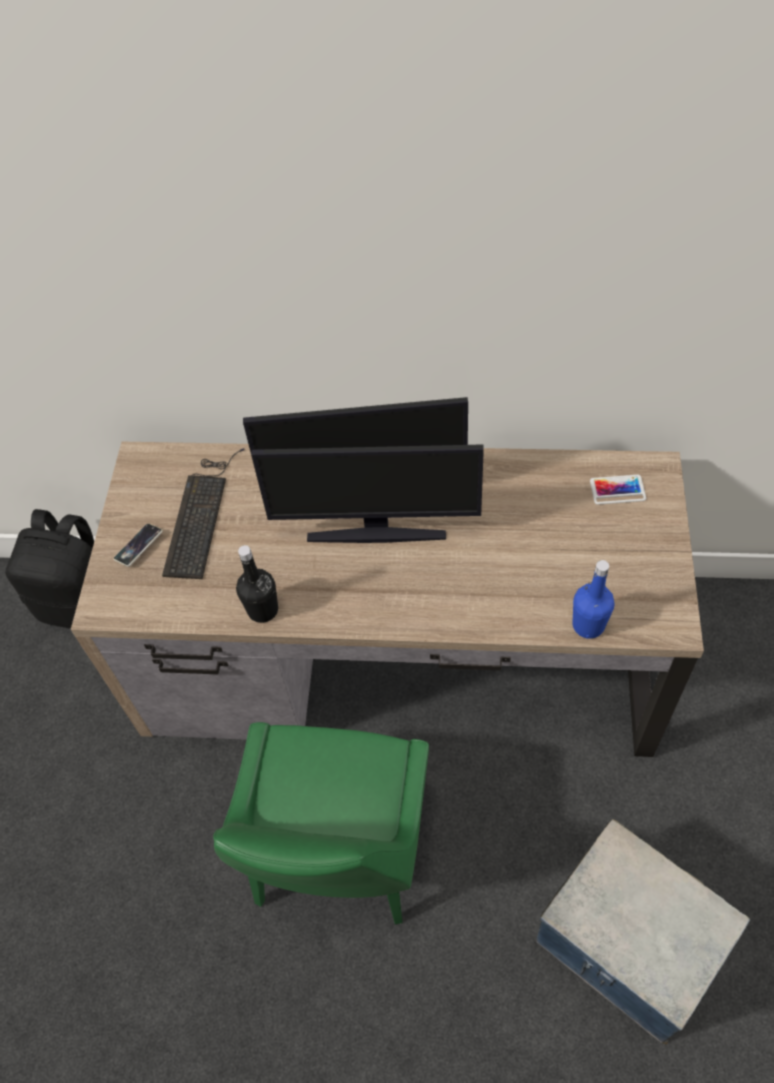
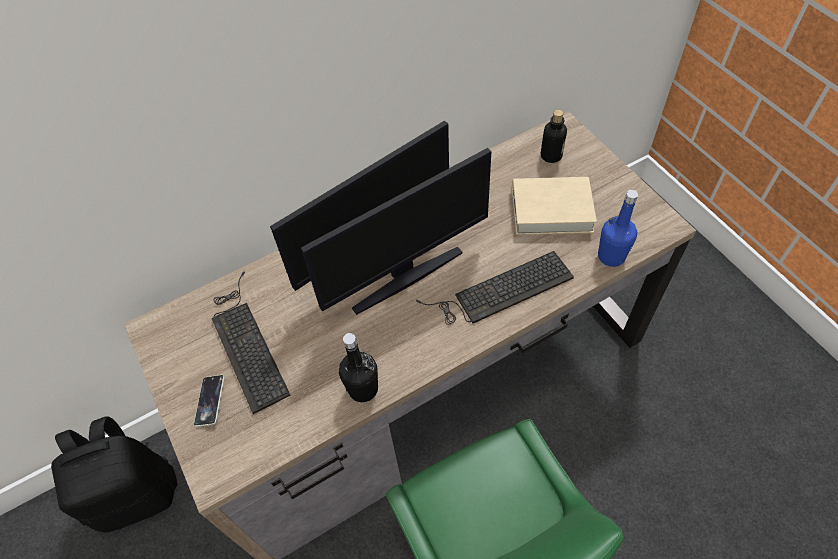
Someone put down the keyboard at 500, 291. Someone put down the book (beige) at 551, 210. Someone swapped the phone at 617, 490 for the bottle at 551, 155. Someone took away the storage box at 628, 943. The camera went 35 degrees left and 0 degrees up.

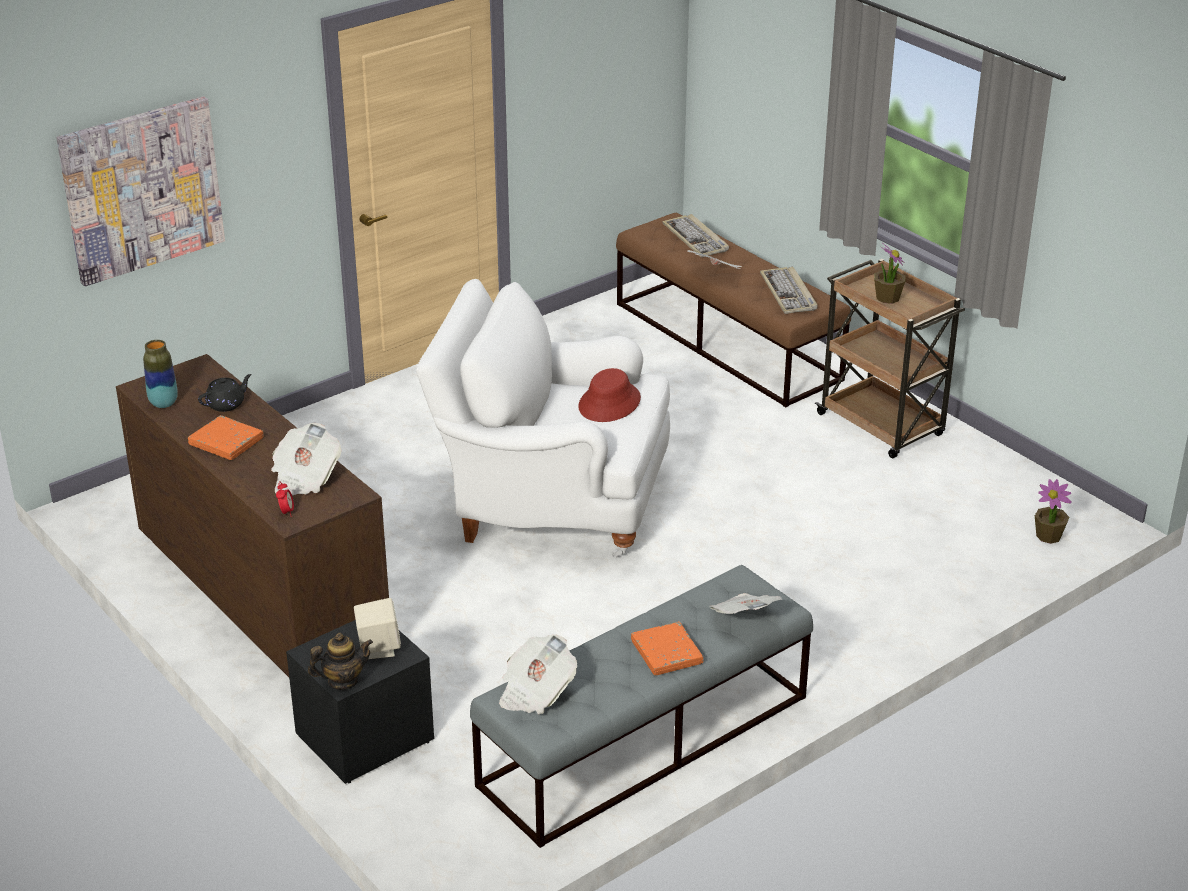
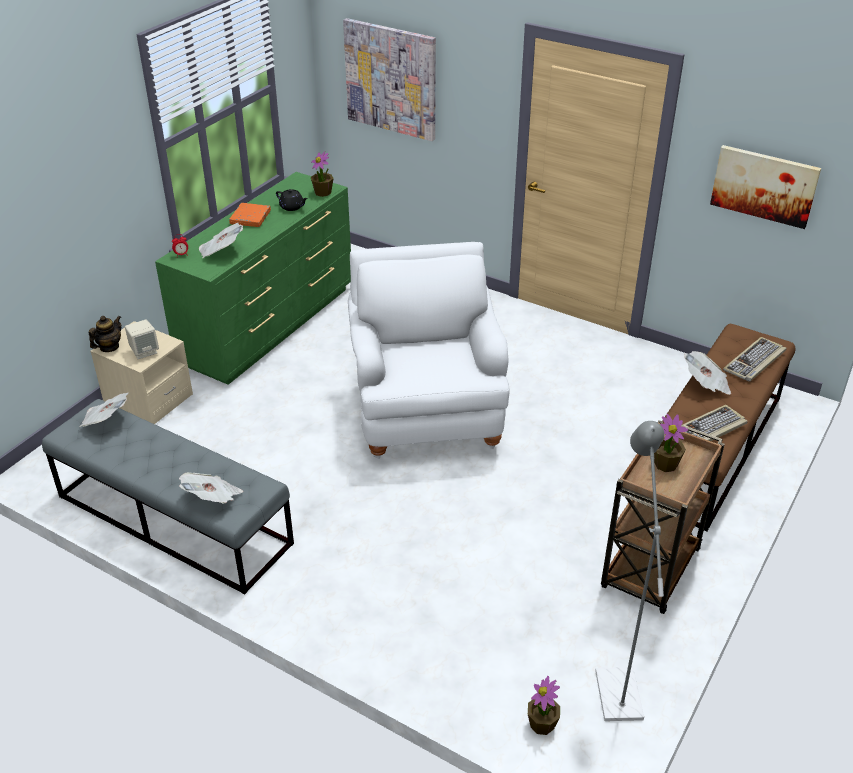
Someone rotated the teapot at 343, 681 by 105 degrees counterclockwise. Someone repainted the nightstand (black) at 364, 737, which became the nightstand (beige) at 148, 400. Someone repainted the dresser (brown) at 262, 595, which became the dresser (green) at 270, 326. Someone put down the potted plant at 323, 192. Someone put down the floor lamp (grey) at 616, 684. Someone put up the picture at 764, 185. Someone took away the vase at 163, 403. Someone took away the hat (red) at 609, 403. Someone took away the book (orange) at 666, 652. The camera went 70 degrees right and 5 degrees up.

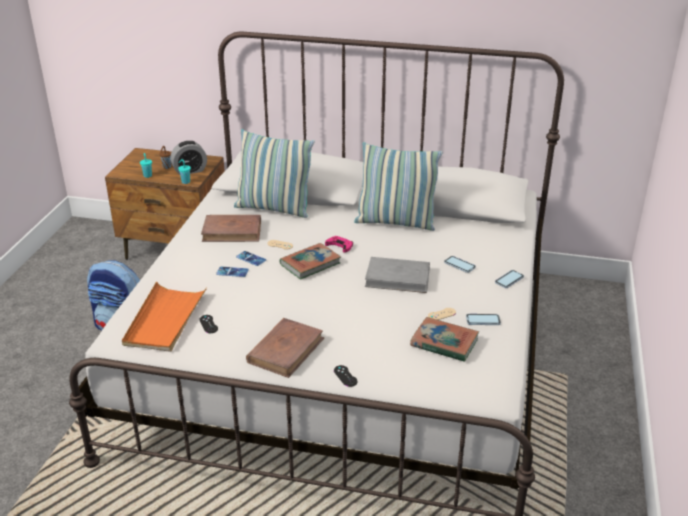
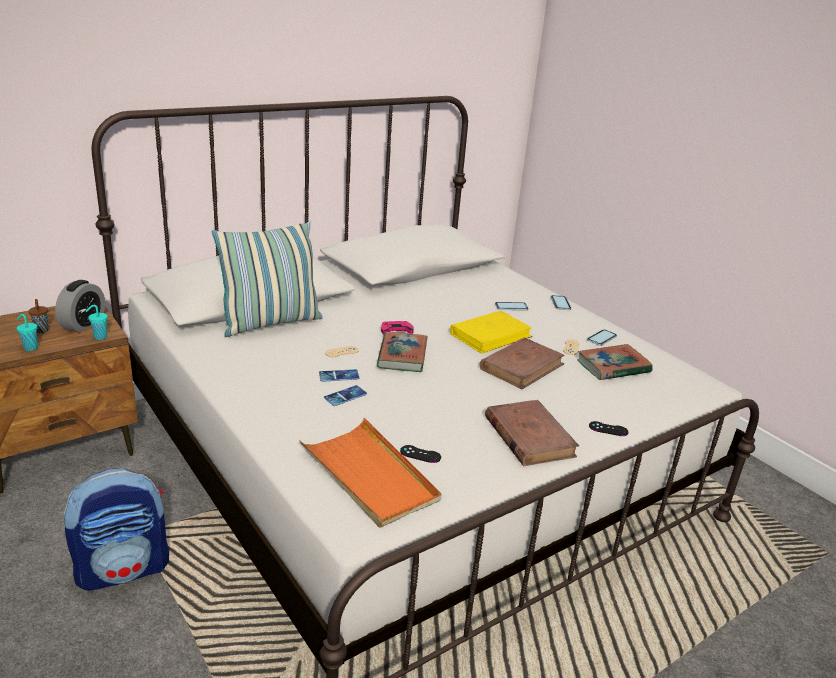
Someone repainted the book (grey) at 398, 278, which became the book (yellow) at 490, 335. Someone carried the book (brown) from 232, 231 to 522, 366. Someone took away the pillow at 395, 222. The camera went 50 degrees left and 5 degrees down.

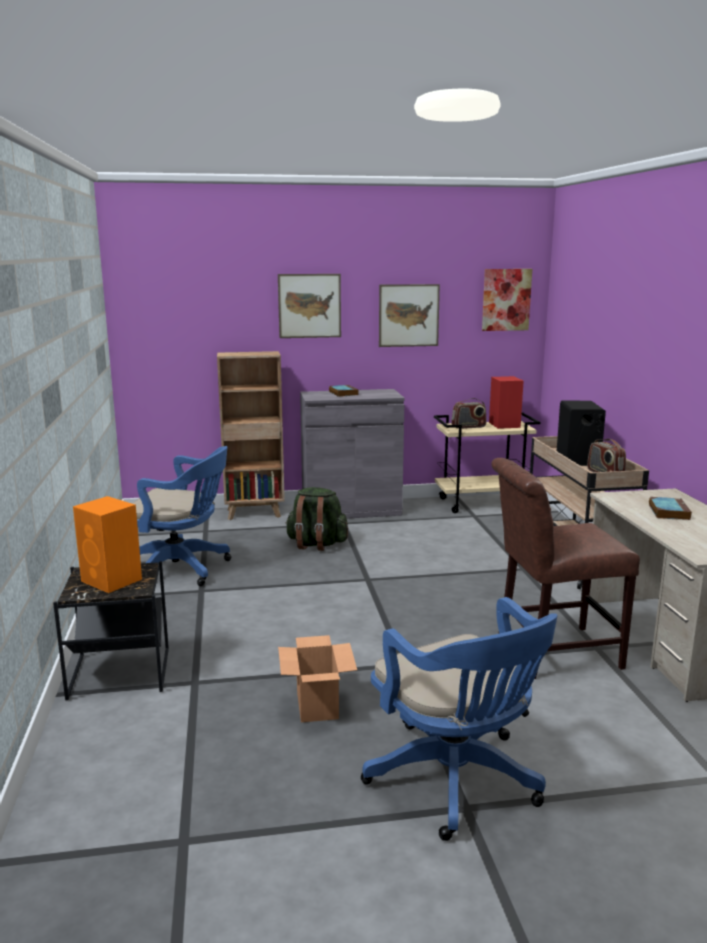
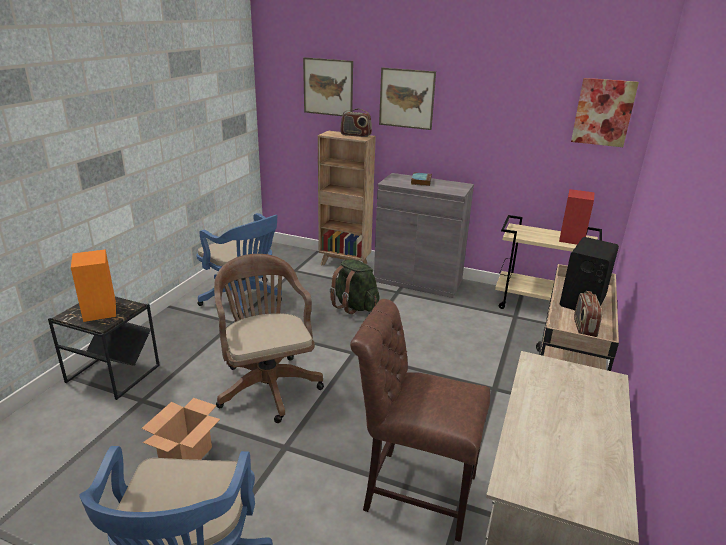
Someone put down the office chair (brown) at 267, 384. Someone carried the picture from 408, 315 to 328, 87. Someone carried the radio from 468, 427 to 355, 135. Someone took away the book at 668, 512. The camera went 30 degrees right and 10 degrees up.

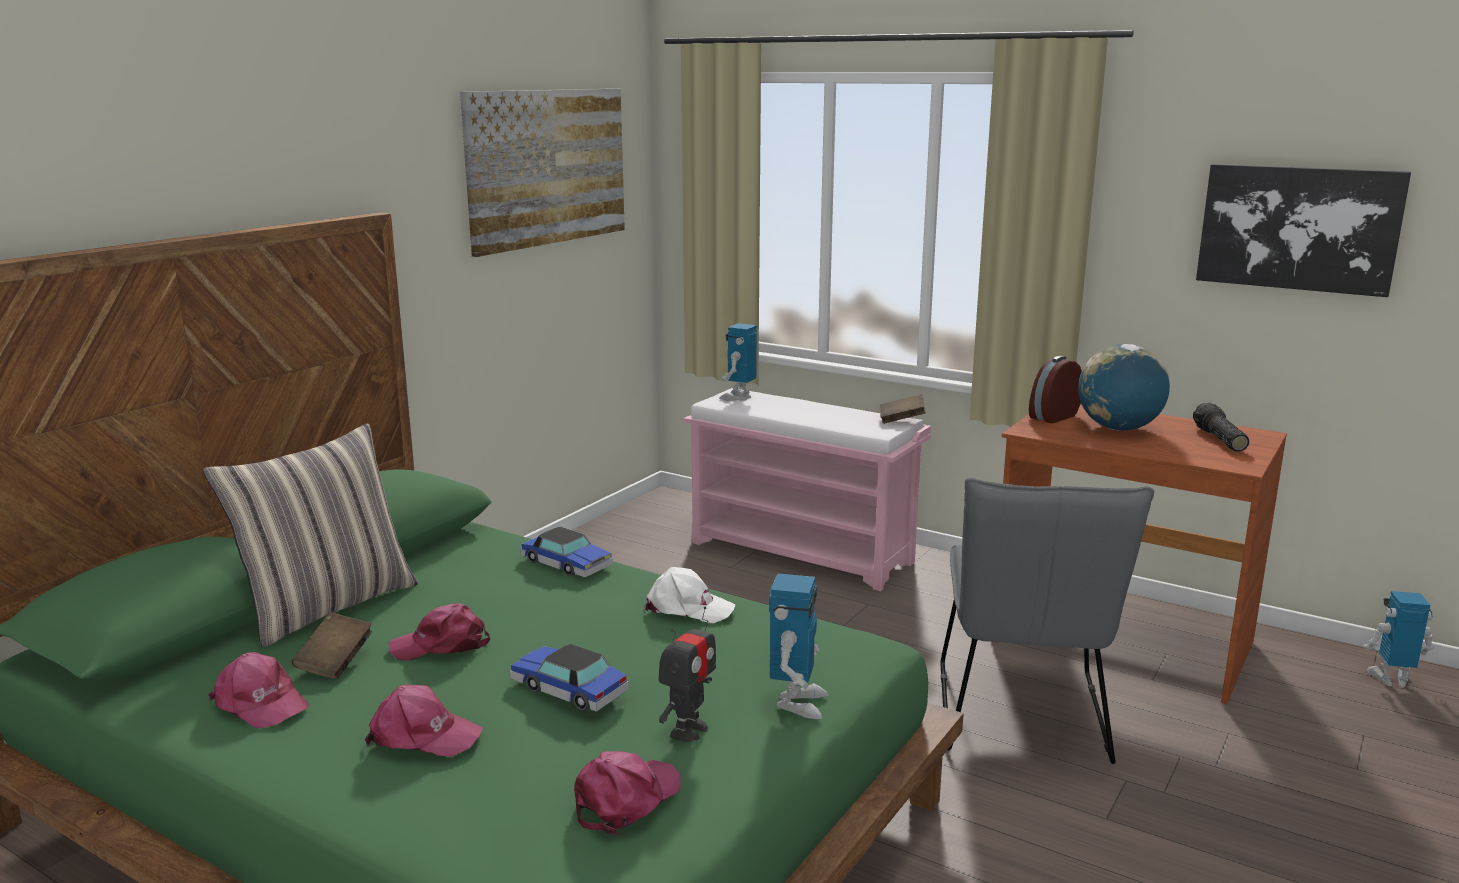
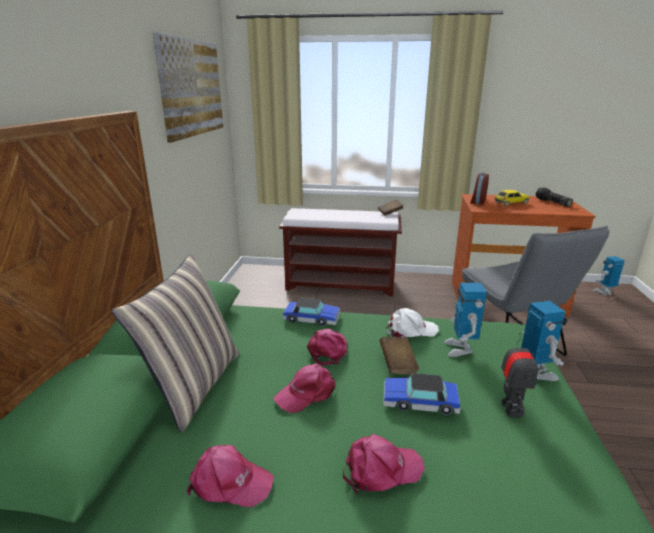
Someone repainted the bench (pink) at 803, 552, which became the bench (brown) at 341, 284. Someone carried the cap (pink) from 626, 800 to 328, 350. Someone carried the book (brown) from 335, 662 to 398, 364. Someone carried the toy robot from 738, 397 to 460, 349. Someone swapped the globe at 1118, 428 for the toy car at 510, 203. Someone took away the picture at 1298, 228. The camera went 25 degrees left and 5 degrees up.

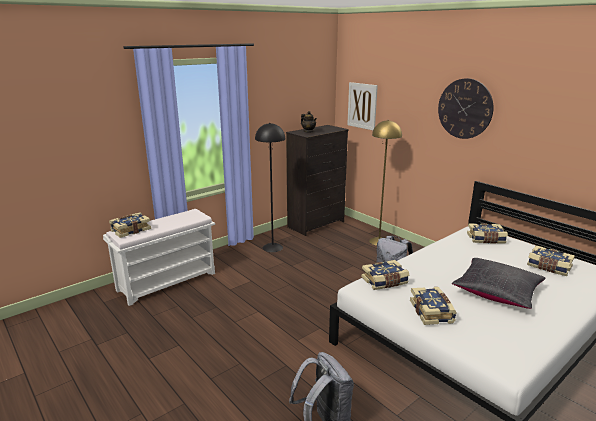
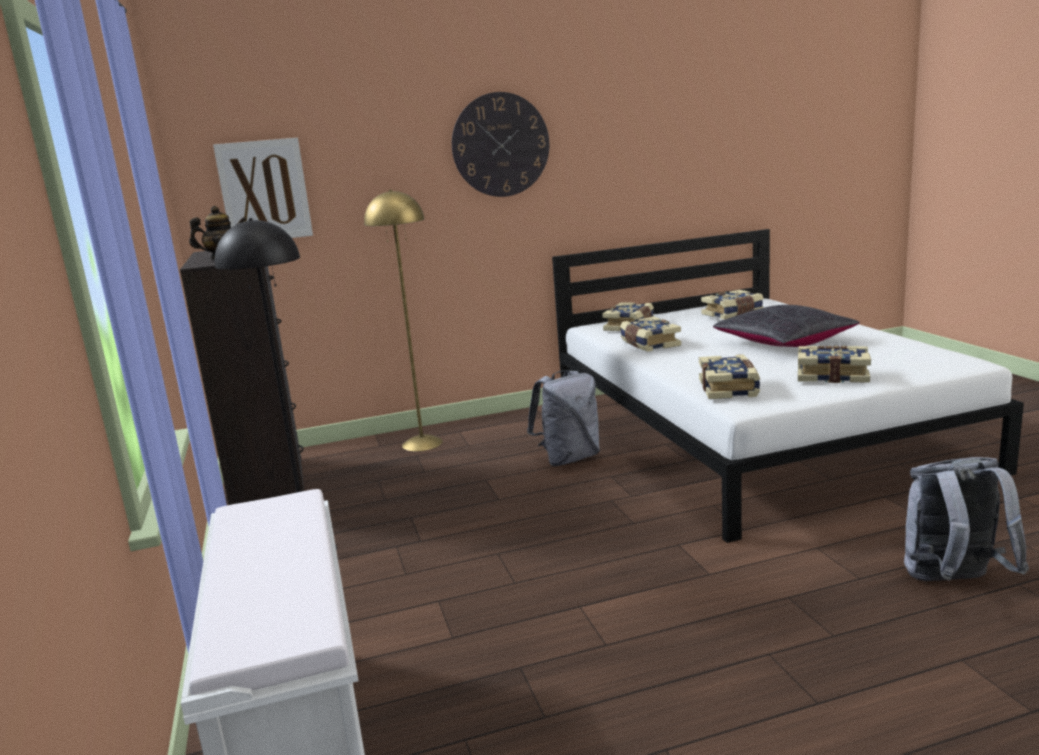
Someone carried the book from 130, 230 to 649, 344. The camera went 65 degrees left and 5 degrees down.

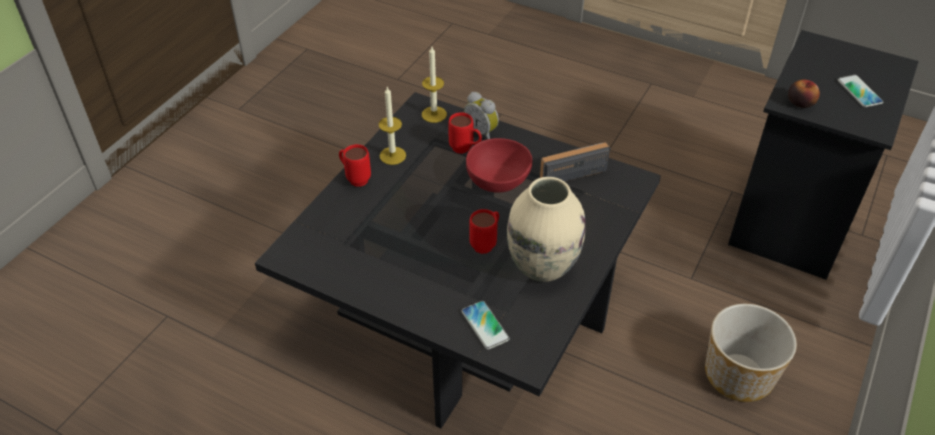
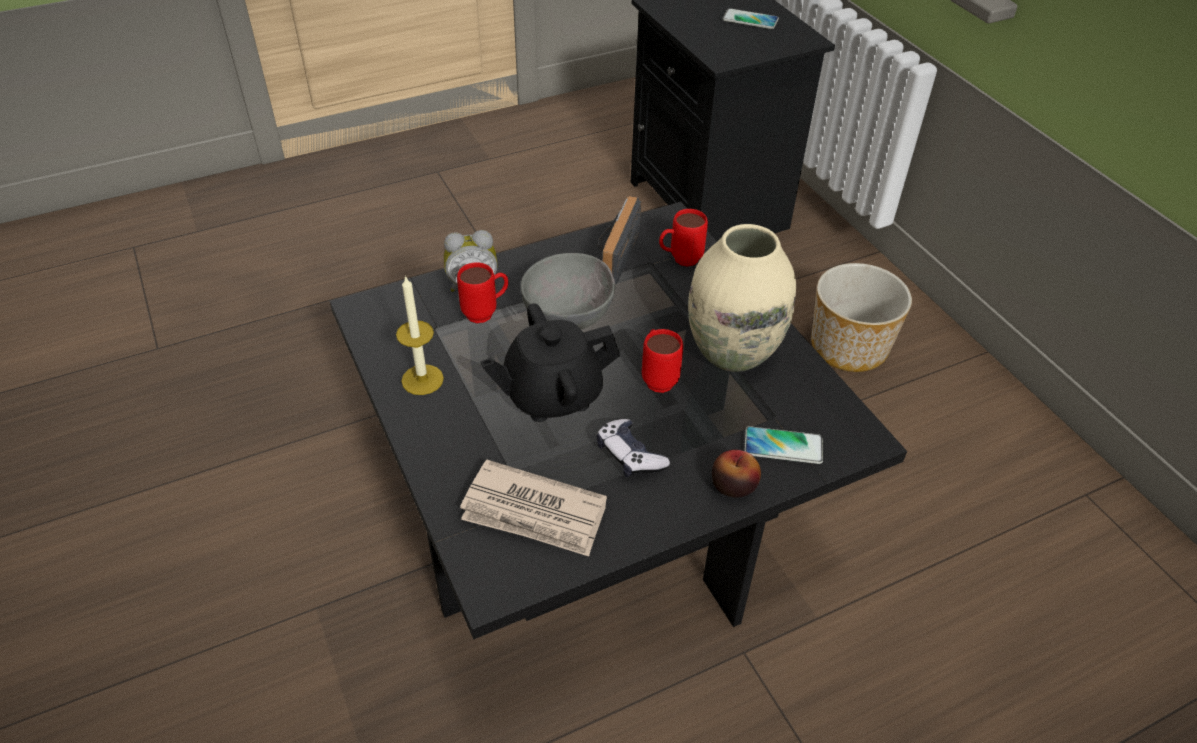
Someone put down the newspaper at 534, 513. Someone put down the teapot (black) at 552, 395. Someone repainted the bowl (red) at 499, 182, which became the bowl (grey) at 571, 315. Someone put down the game controller at 629, 455. Someone carried the mug (red) from 355, 178 to 679, 260. Someone carried the apple from 800, 102 to 733, 485. Someone took away the candle at 434, 114. The camera went 55 degrees left and 0 degrees up.

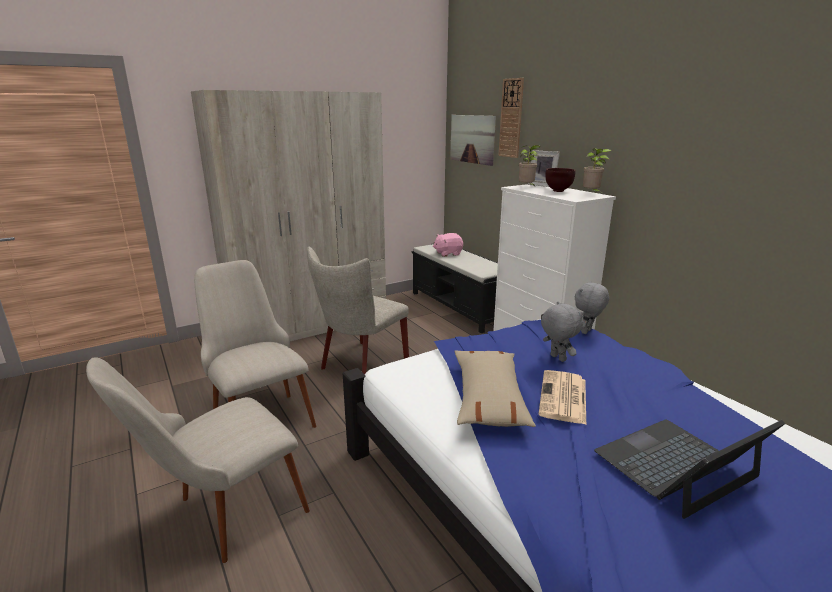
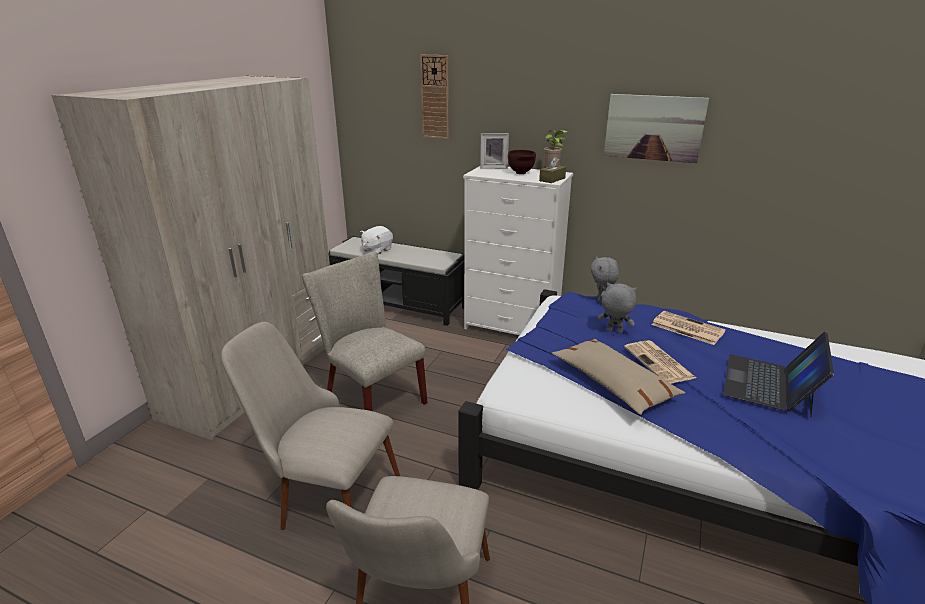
Someone rotated the chair (beige) at 360, 365 by 135 degrees clockwise. Someone repainted the plush toy (pink) at 448, 253, which became the plush toy (white) at 377, 250. Someone put down the tissue box (brown) at 552, 179. Someone carried the picture from 472, 139 to 653, 128. Someone put down the newspaper at 686, 328. Someone took away the potted plant at 527, 187. The camera went 35 degrees left and 5 degrees up.

